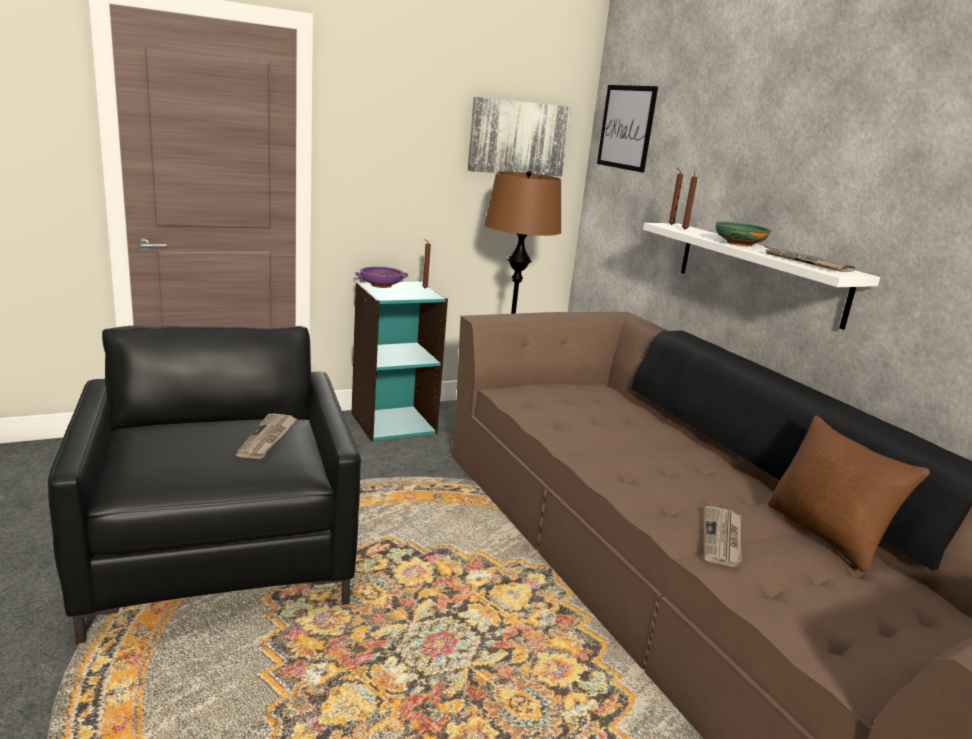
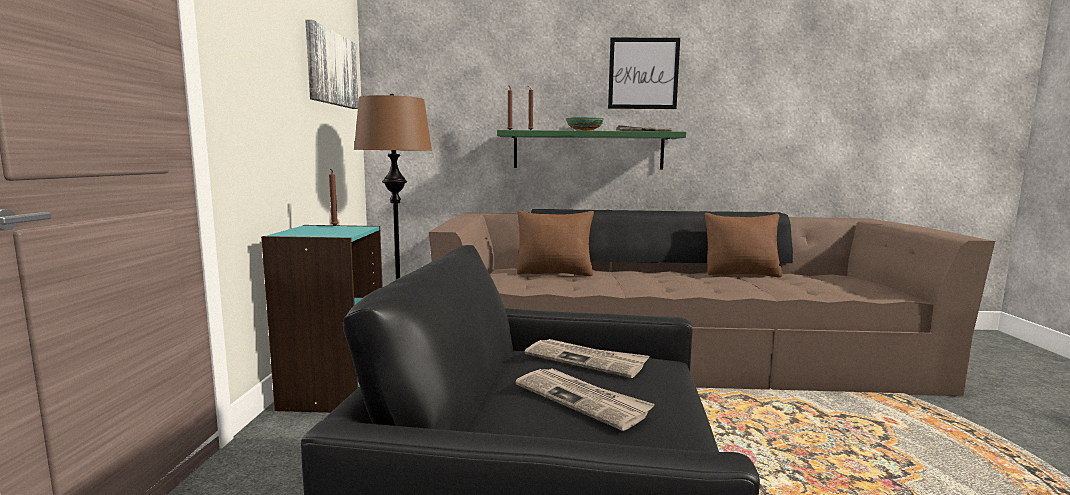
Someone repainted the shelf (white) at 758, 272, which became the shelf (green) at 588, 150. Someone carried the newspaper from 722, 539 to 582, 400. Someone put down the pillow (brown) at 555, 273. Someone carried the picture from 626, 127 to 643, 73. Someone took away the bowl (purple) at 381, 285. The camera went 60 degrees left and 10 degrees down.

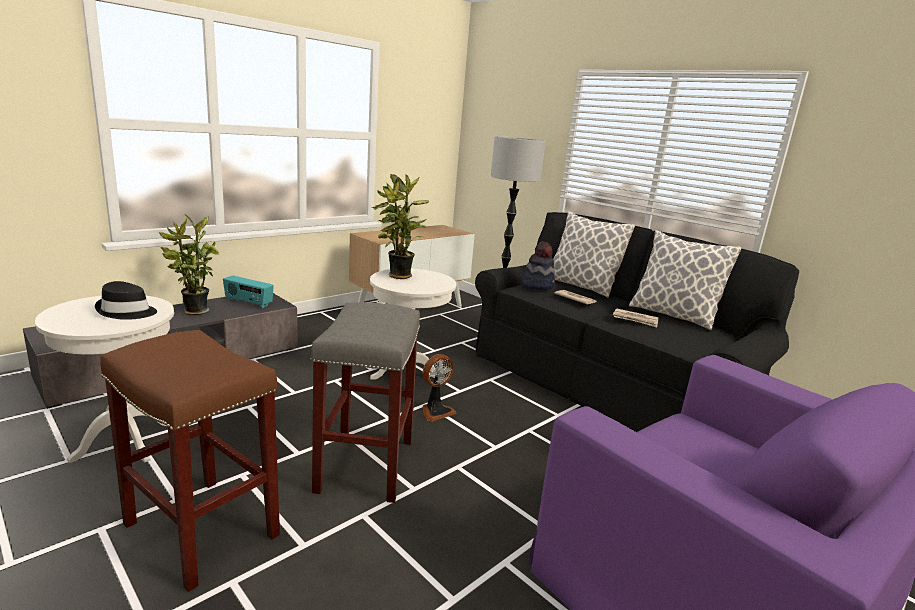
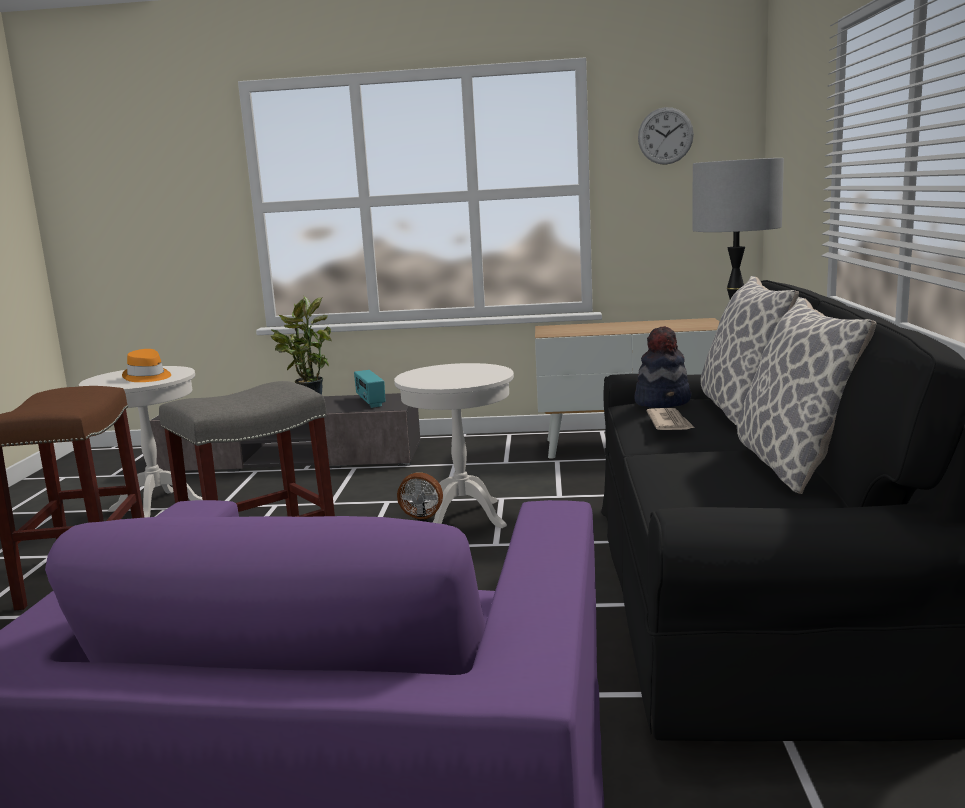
Someone repainted the hat (black) at 126, 312, which became the hat (orange) at 147, 377. Someone put up the wall clock at 665, 136. Someone took away the potted plant at 398, 276. Someone took away the newspaper at 635, 319. The camera went 50 degrees right and 5 degrees down.

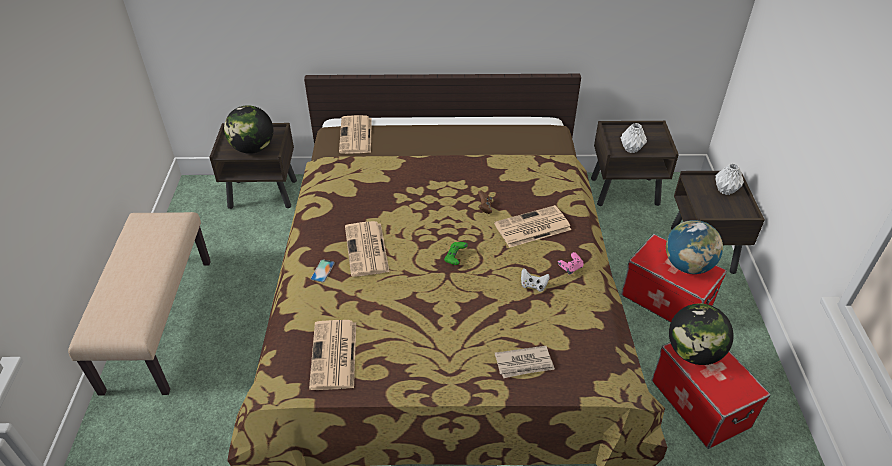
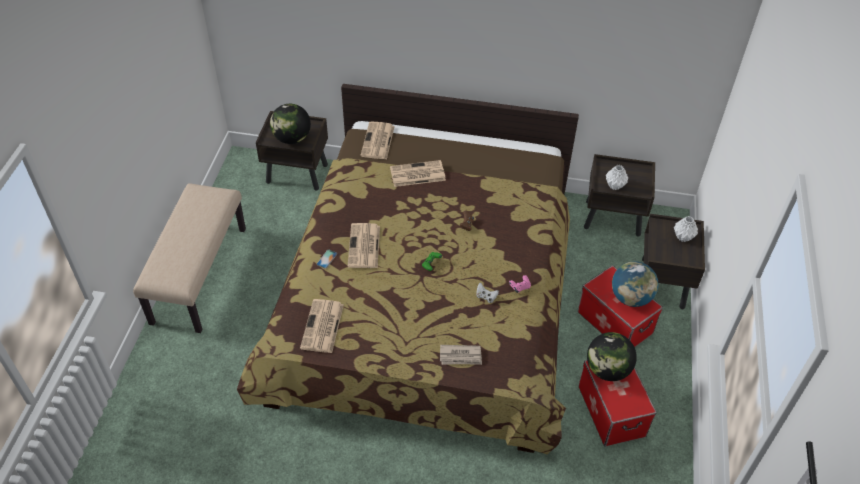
Someone carried the newspaper from 531, 227 to 417, 174. The camera went 10 degrees right and 5 degrees up.

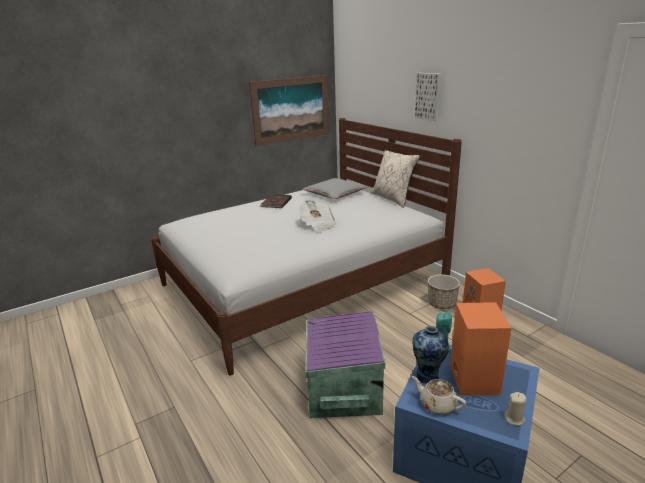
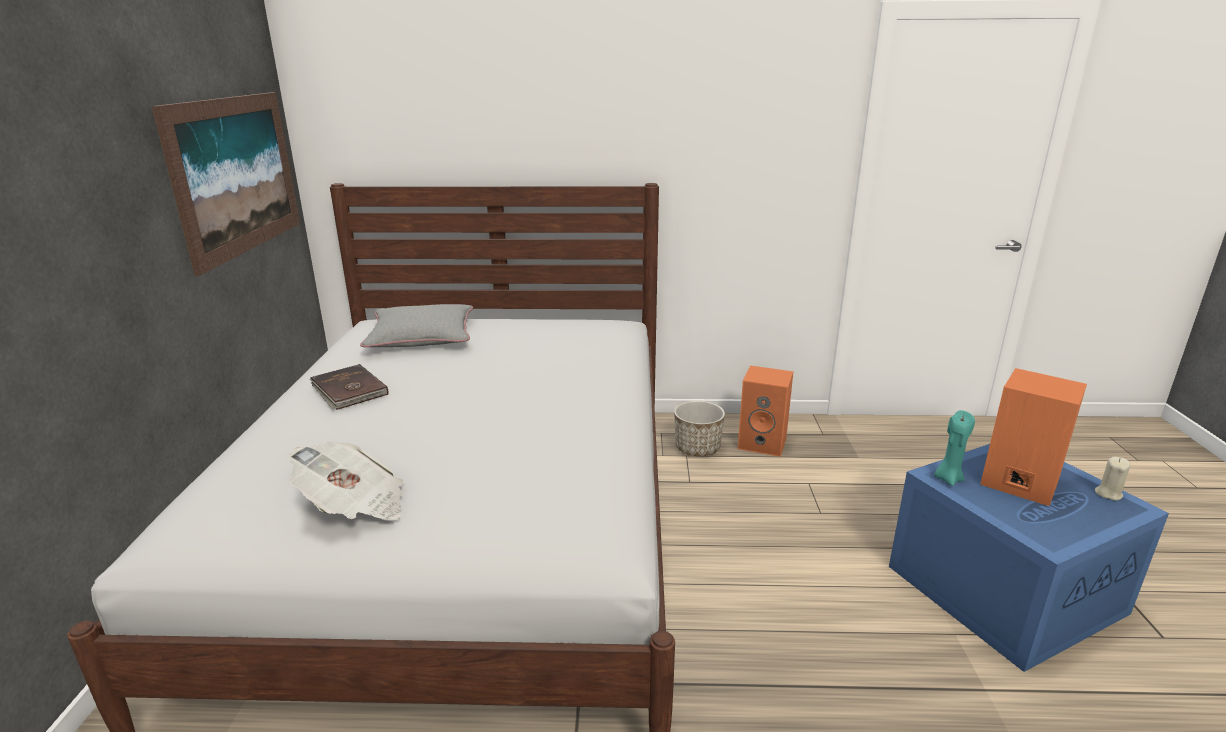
Someone carried the newspaper from 317, 225 to 355, 506. Someone took away the storage box (purple) at 342, 387. Someone took away the pillow (beige) at 393, 199. Someone took away the teapot (beige) at 437, 404. Someone took away the vase at 428, 376. Someone took away the picture at 429, 96. The camera went 55 degrees left and 0 degrees up.

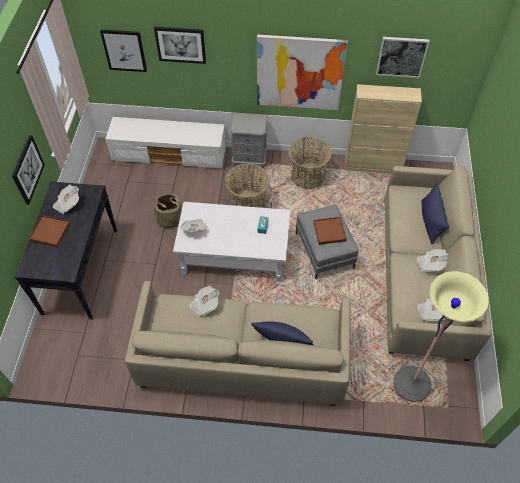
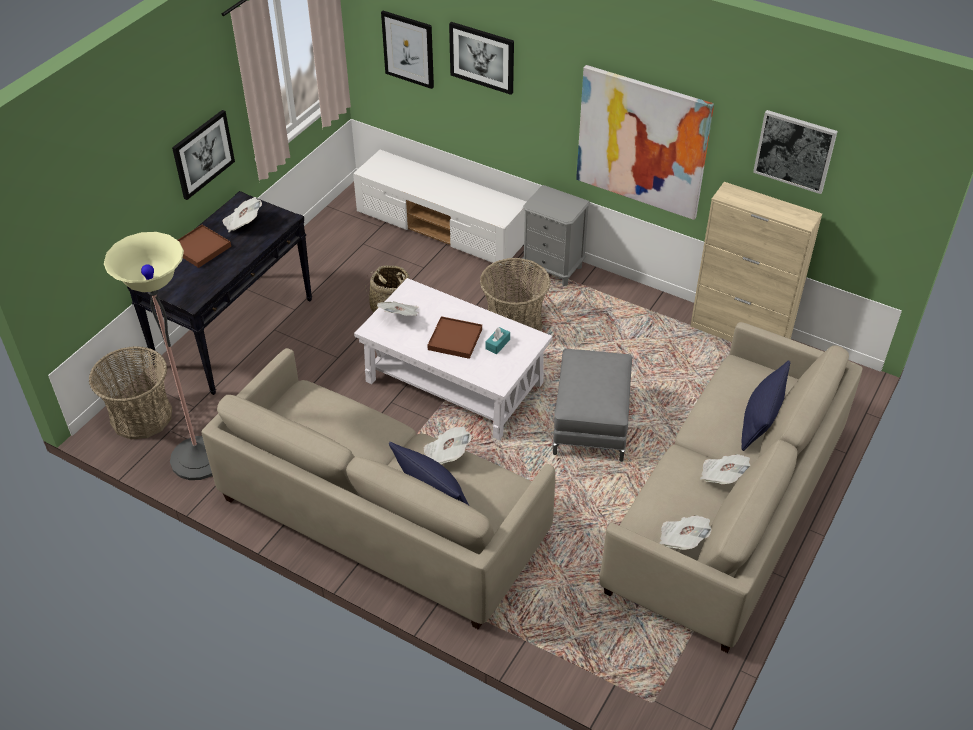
Someone carried the basket from 307, 176 to 141, 416. Someone carried the floor lamp from 412, 383 to 198, 458. Someone carried the newspaper from 204, 305 to 446, 454. Someone carried the tray (brown) from 329, 231 to 455, 339. The camera went 25 degrees right and 10 degrees down.

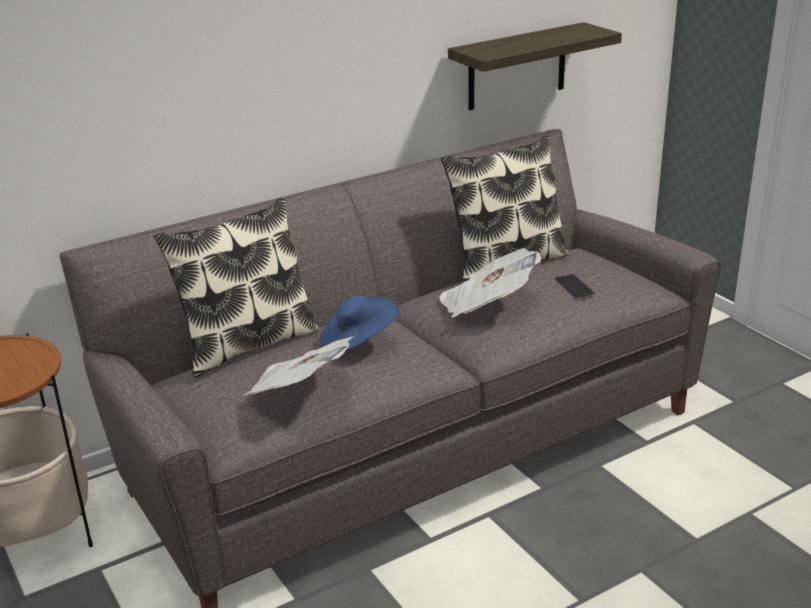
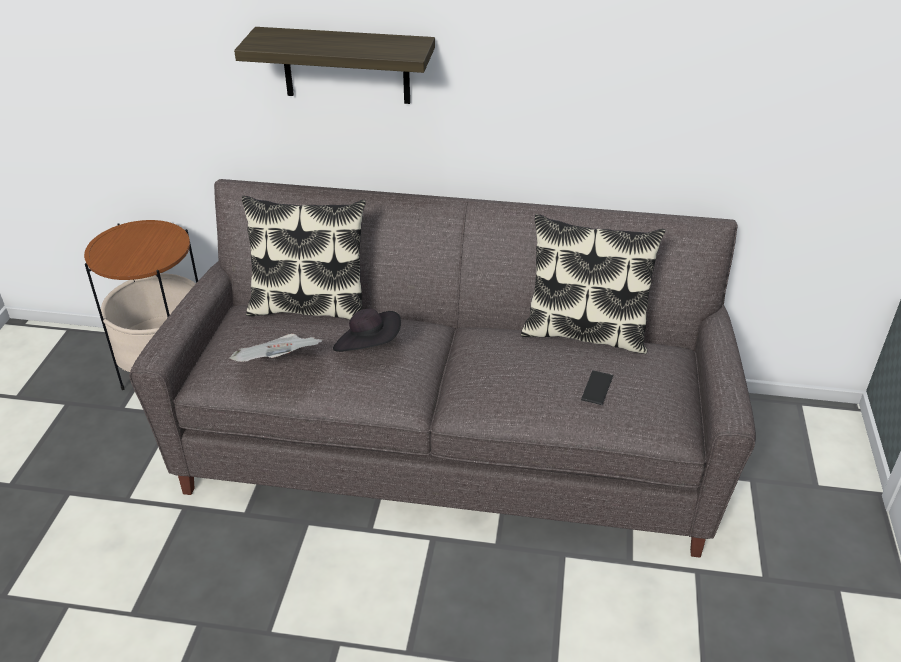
Someone carried the shelf from 517, 67 to 346, 65. Someone repainted the hat (blue) at 358, 342, which became the hat (black) at 368, 347. Someone took away the newspaper at 487, 306. The camera went 40 degrees right and 10 degrees up.

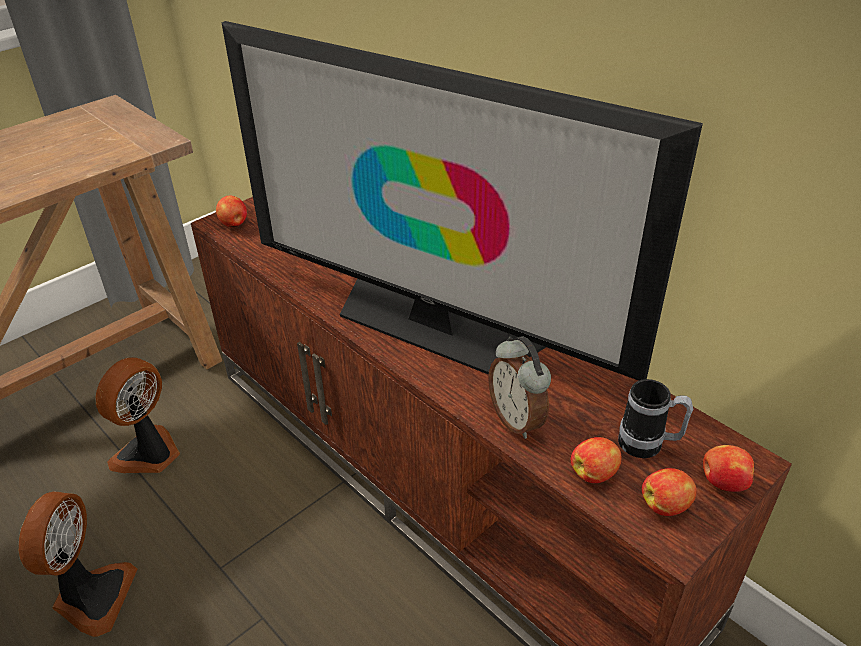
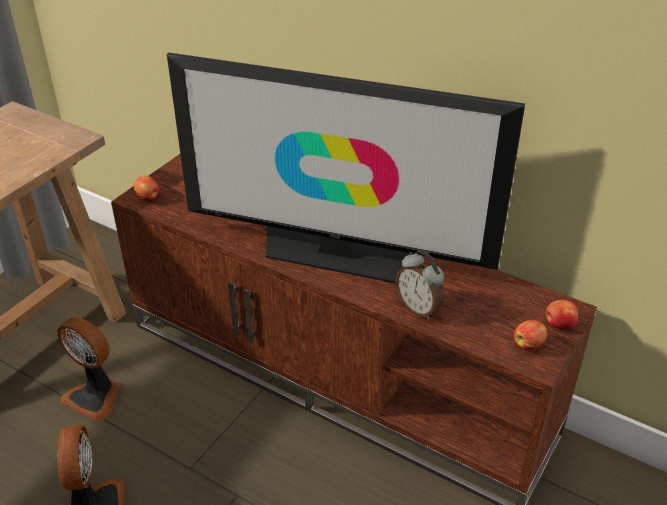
Someone rotated the fan at 149, 454 by 75 degrees counterclockwise. Someone took away the apple at 594, 473. Someone took away the mug at 648, 446. The camera went 15 degrees left and 0 degrees up.

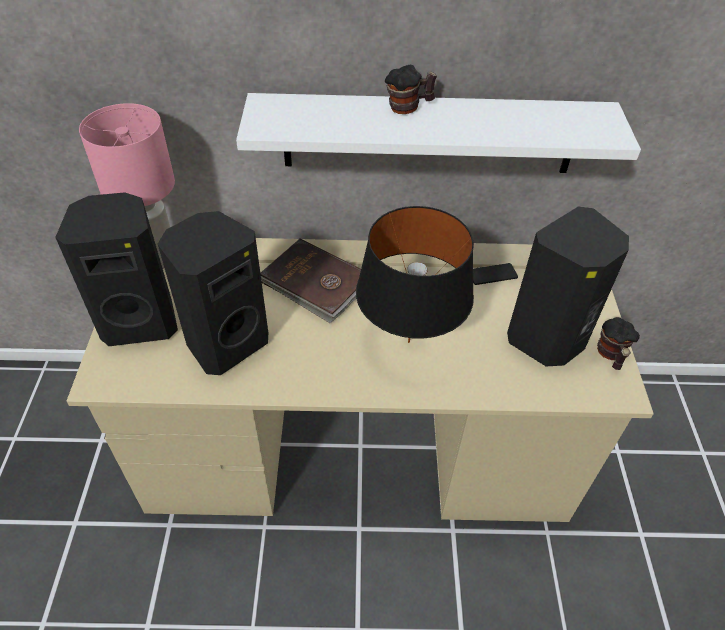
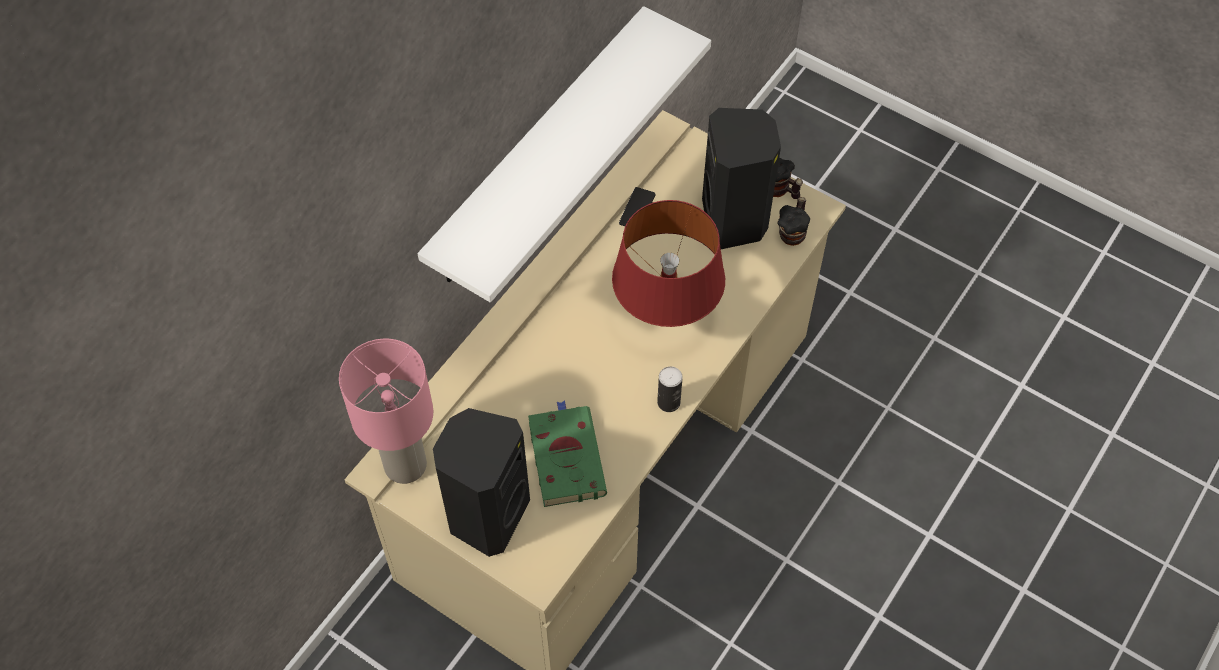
Someone swapped the speaker (black) at 226, 342 for the book (green) at 565, 456. Someone repainted the table lamp (black) at 409, 342, which became the table lamp (red) at 666, 318. Someone put down the can at 668, 402. Someone carried the mug from 408, 107 to 793, 232. Someone took away the book (brown) at 315, 283. The camera went 55 degrees left and 10 degrees up.

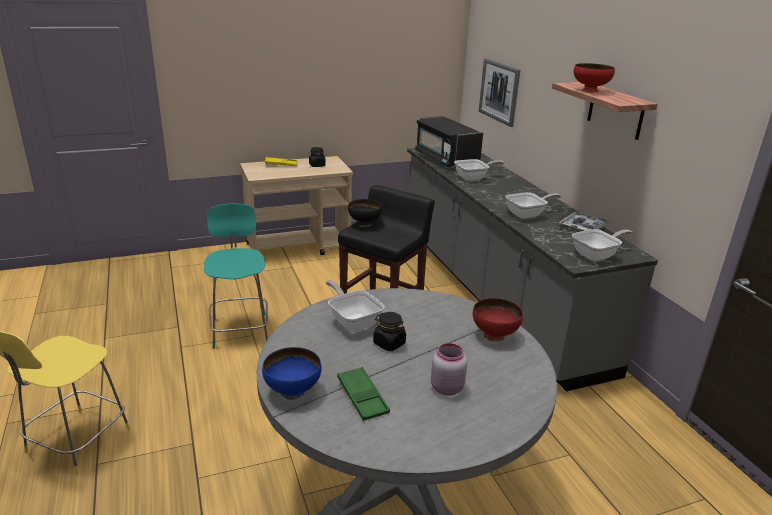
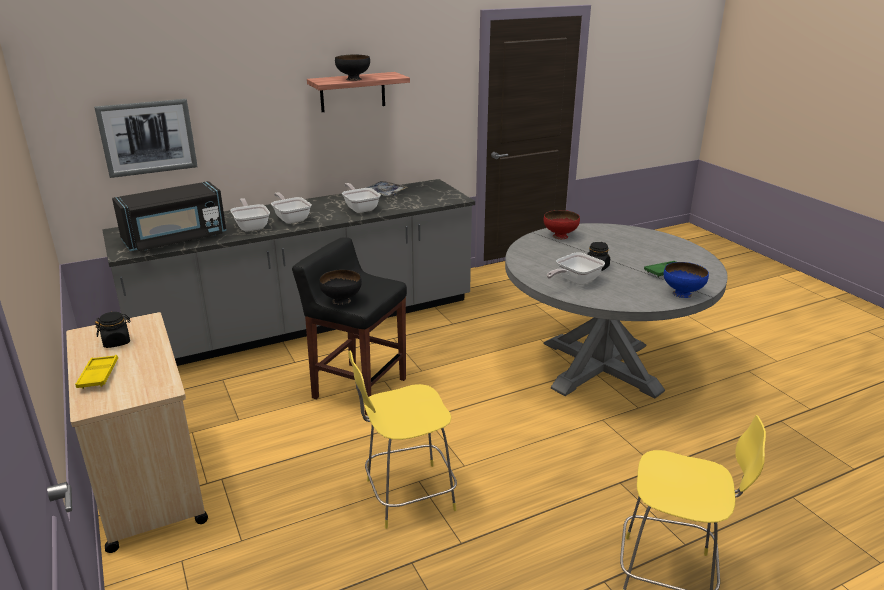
Someone carried the frying pan from 597, 255 to 291, 218. Someone repainted the bowl (red) at 590, 90, which became the bowl (black) at 353, 79. Someone repainted the stool (turquoise) at 240, 329, which became the stool (yellow) at 406, 495. Someone took away the jar (pink) at 446, 387. The camera went 95 degrees left and 0 degrees up.

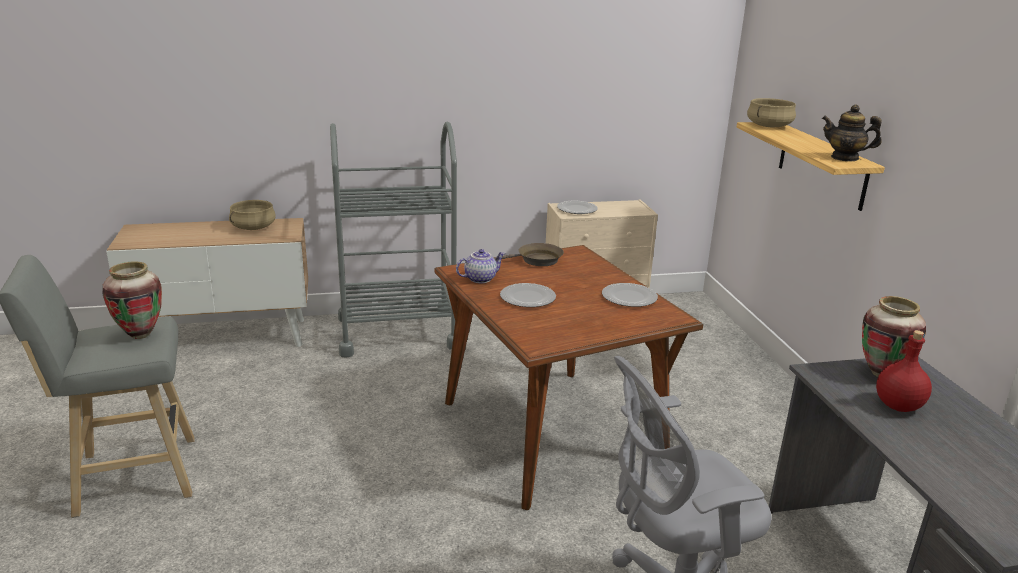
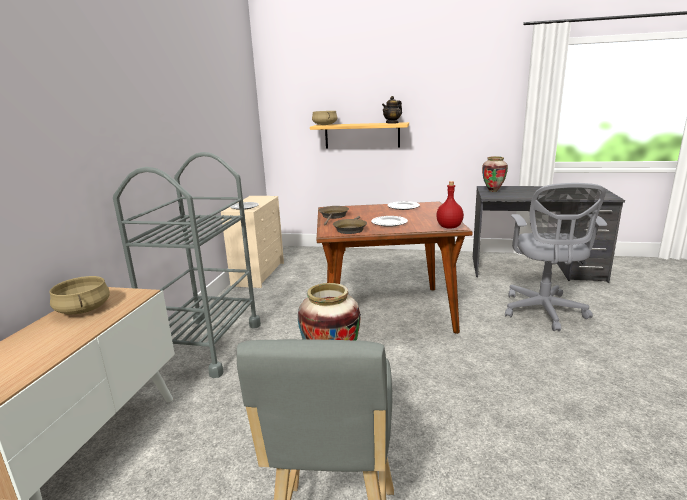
Someone swapped the teapot at 480, 278 for the frying pan (brown) at 350, 229. Someone carried the bottle (red) from 898, 406 to 449, 227. The camera went 65 degrees left and 5 degrees down.

